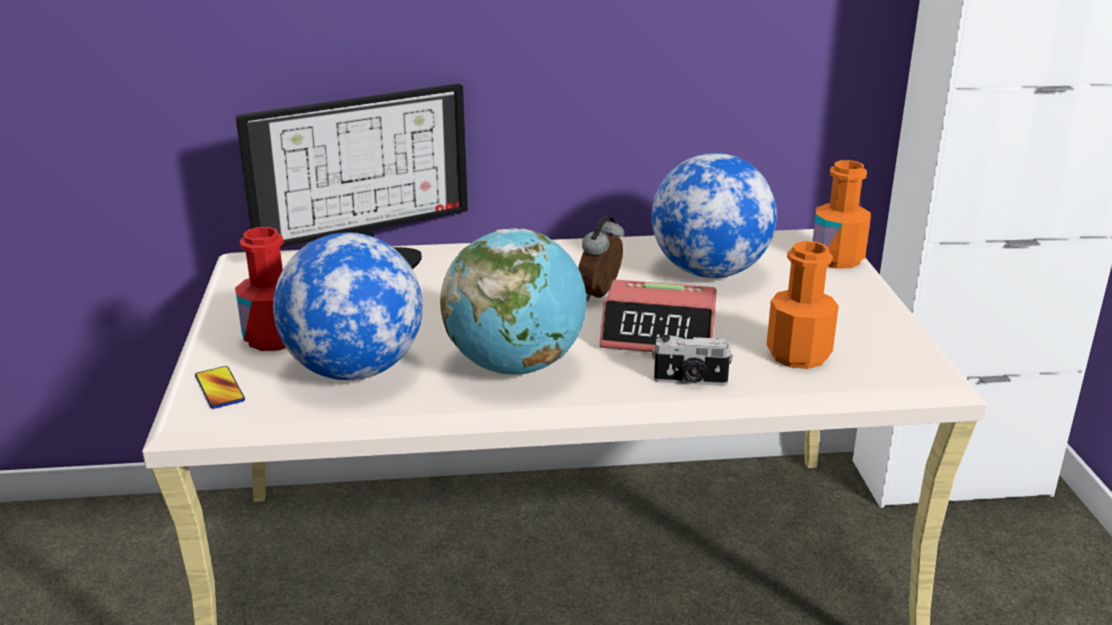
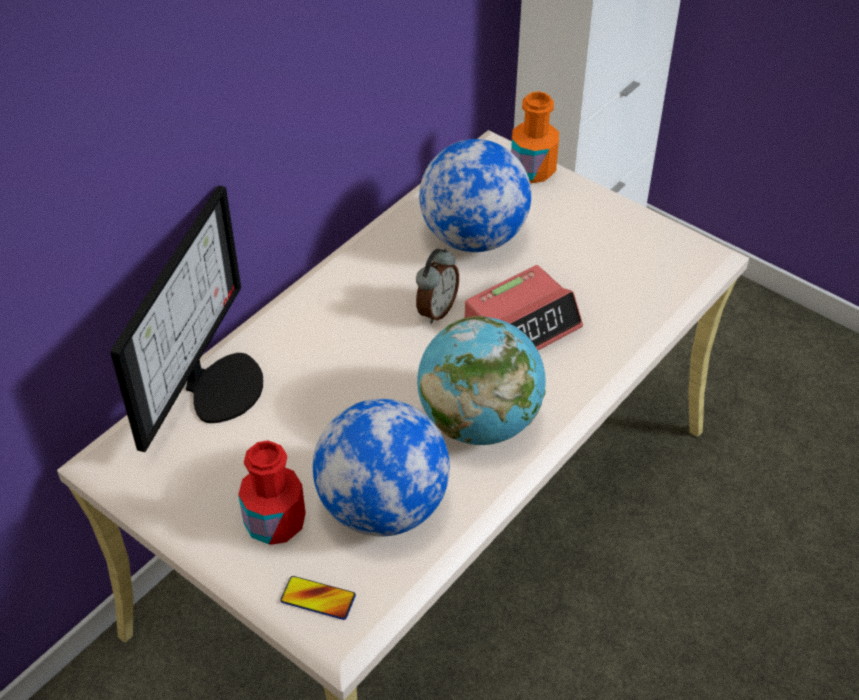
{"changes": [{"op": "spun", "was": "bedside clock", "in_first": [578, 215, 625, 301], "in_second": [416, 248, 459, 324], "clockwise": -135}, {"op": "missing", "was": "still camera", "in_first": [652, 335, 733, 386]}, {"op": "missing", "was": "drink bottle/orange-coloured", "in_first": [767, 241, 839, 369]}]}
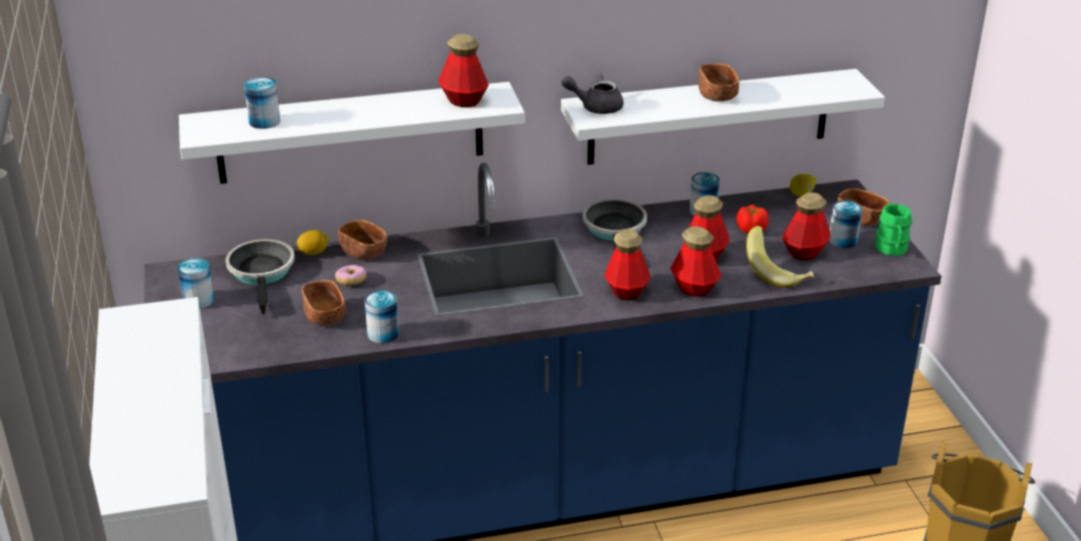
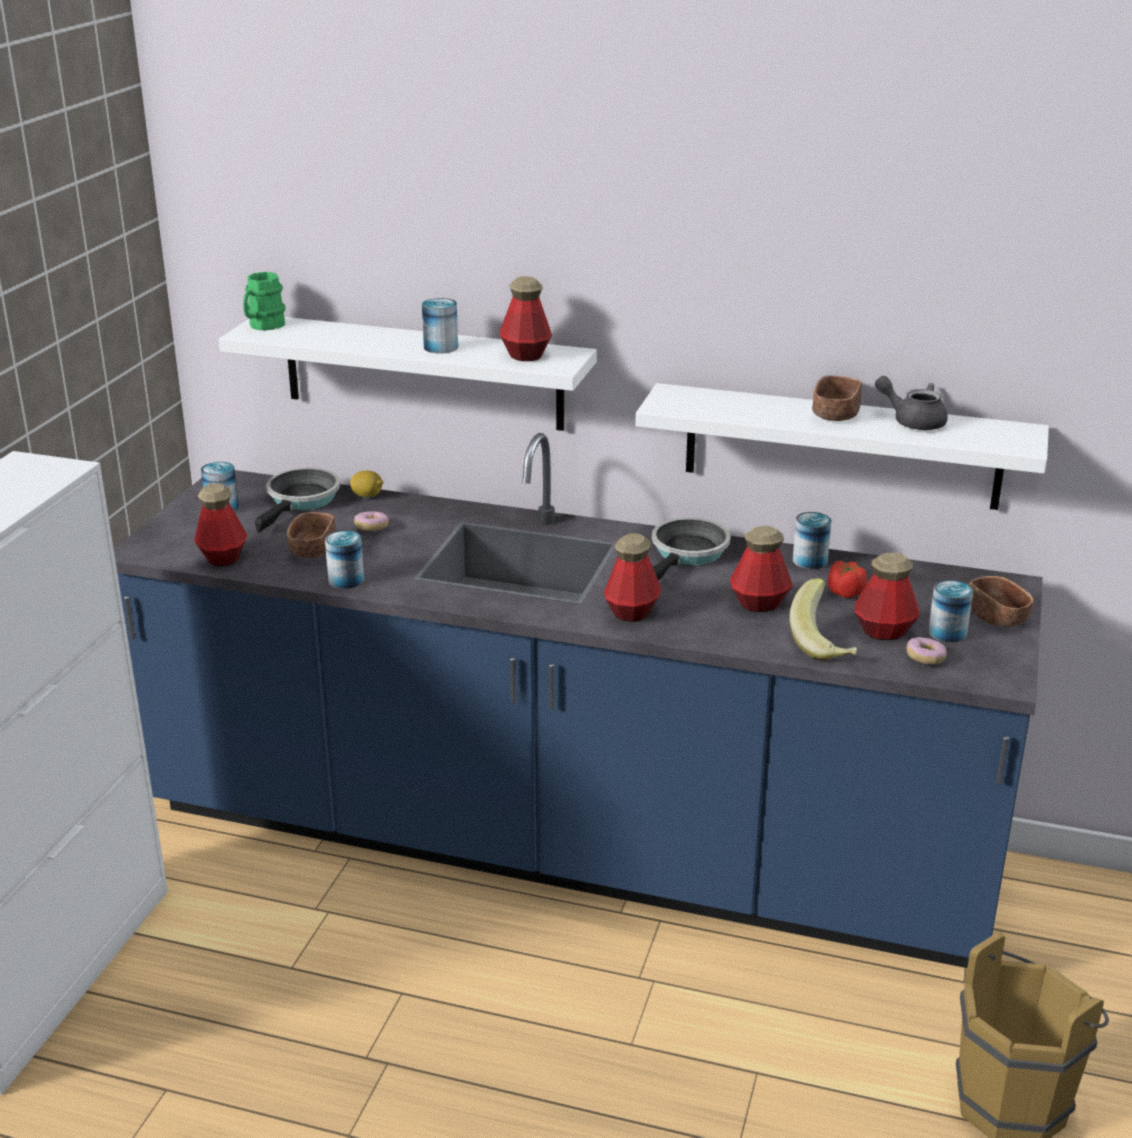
{"changes": [{"op": "relocated", "was": "sealed can", "in_first": [244, 77, 280, 129], "in_second": [422, 298, 458, 354]}, {"op": "missing", "was": "bowl/brown", "in_first": [338, 220, 388, 259]}, {"op": "relocated", "was": "tea pot/gray", "in_first": [561, 73, 623, 114], "in_second": [875, 376, 948, 430]}, {"op": "relocated", "was": "drink bottle", "in_first": [670, 226, 722, 297], "in_second": [194, 483, 247, 566]}, {"op": "missing", "was": "citrus fruit", "in_first": [790, 174, 816, 197]}, {"op": "relocated", "was": "tea mug/green-coloured", "in_first": [875, 204, 912, 256], "in_second": [243, 272, 286, 331]}, {"op": "appeared", "now": "ring doughnut", "in_second": [907, 637, 946, 664]}]}
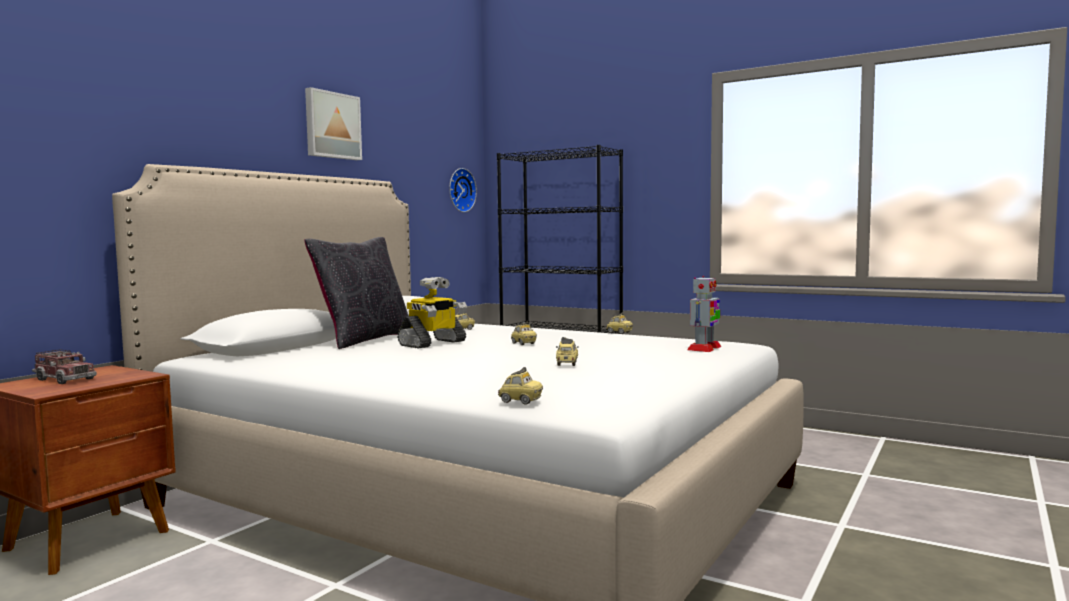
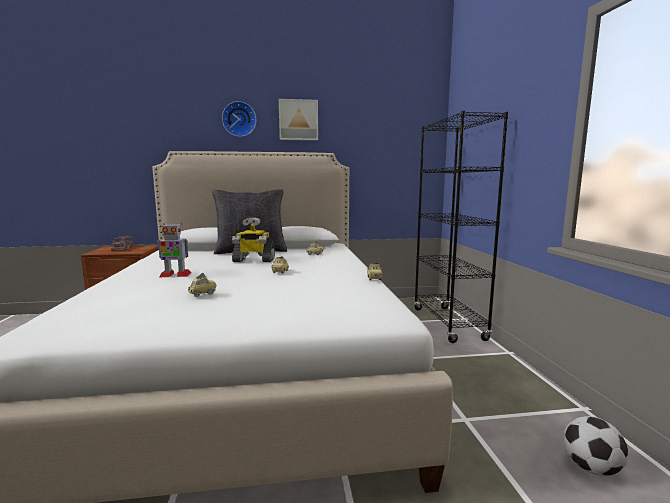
{"changes": [{"op": "relocated", "was": "clock on the wall", "in_first": [449, 168, 477, 212], "in_second": [222, 101, 256, 137]}, {"op": "missing", "was": "model car", "in_first": [498, 367, 543, 405]}, {"op": "relocated", "was": "toy robot", "in_first": [687, 276, 721, 352], "in_second": [157, 223, 192, 277]}, {"op": "appeared", "now": "football", "in_second": [564, 416, 628, 476]}]}
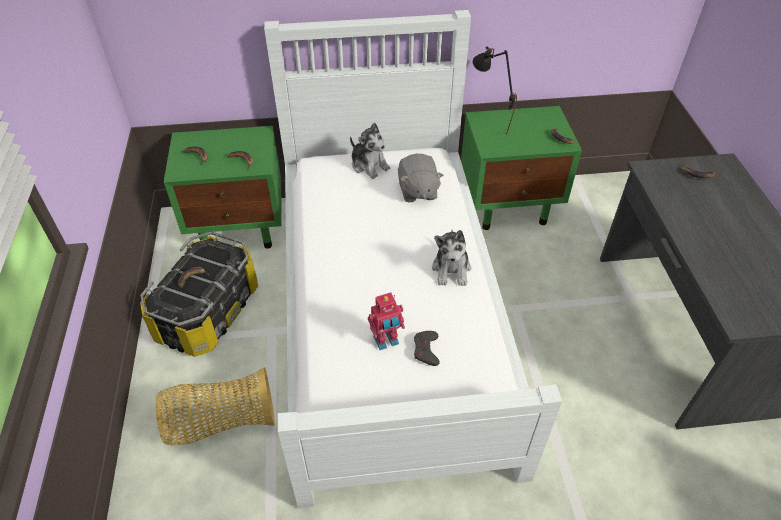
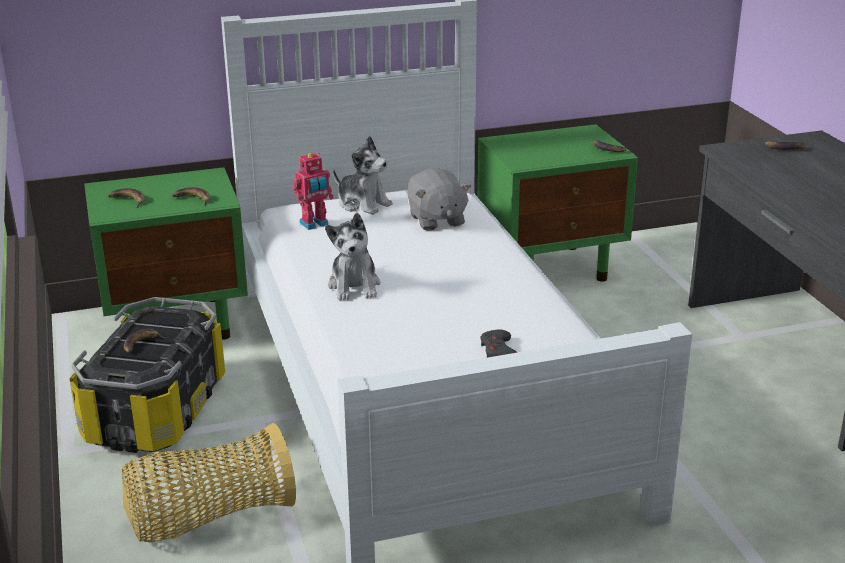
{"changes": [{"op": "relocated", "was": "toy robot", "in_first": [368, 292, 405, 350], "in_second": [292, 152, 334, 230]}, {"op": "relocated", "was": "cuddly toy", "in_first": [432, 230, 471, 286], "in_second": [325, 212, 381, 300]}, {"op": "missing", "was": "table lamp/black-coloured", "in_first": [473, 46, 517, 135]}]}
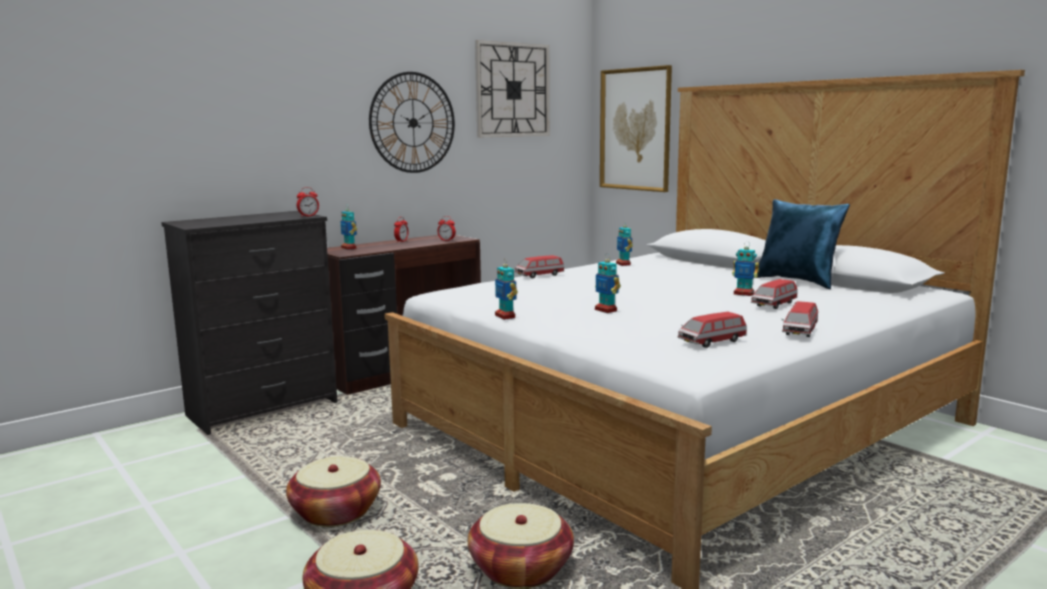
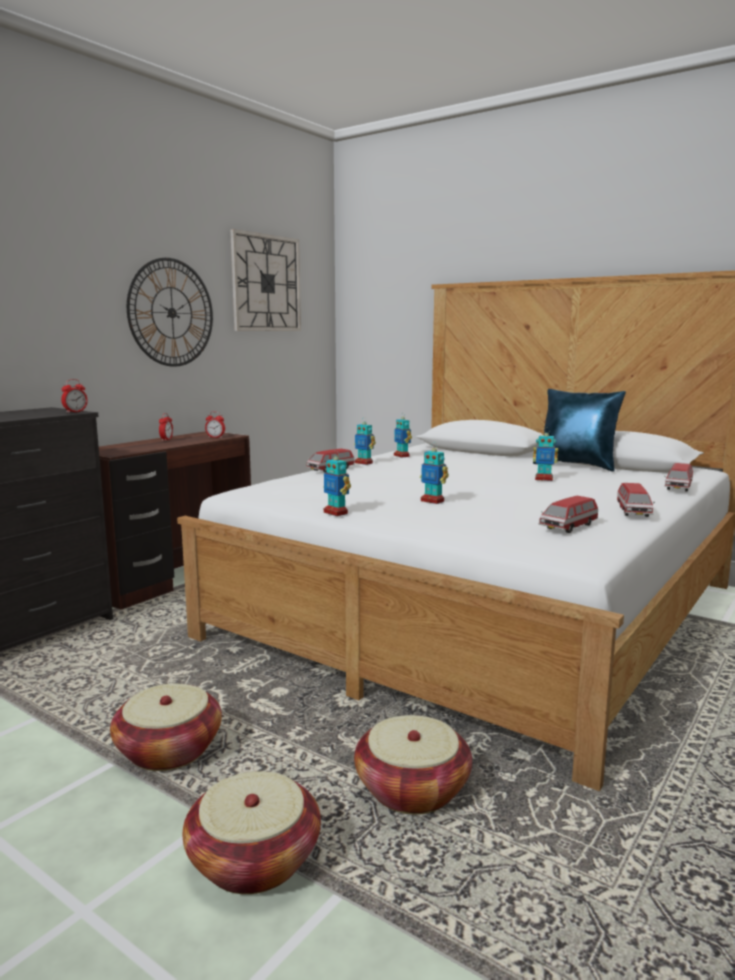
{"changes": [{"op": "relocated", "was": "toy robot", "in_first": [341, 205, 357, 250], "in_second": [354, 417, 376, 465]}, {"op": "missing", "was": "wall picture", "in_first": [600, 65, 672, 192]}, {"op": "relocated", "was": "model car", "in_first": [751, 279, 798, 309], "in_second": [664, 463, 693, 492]}]}
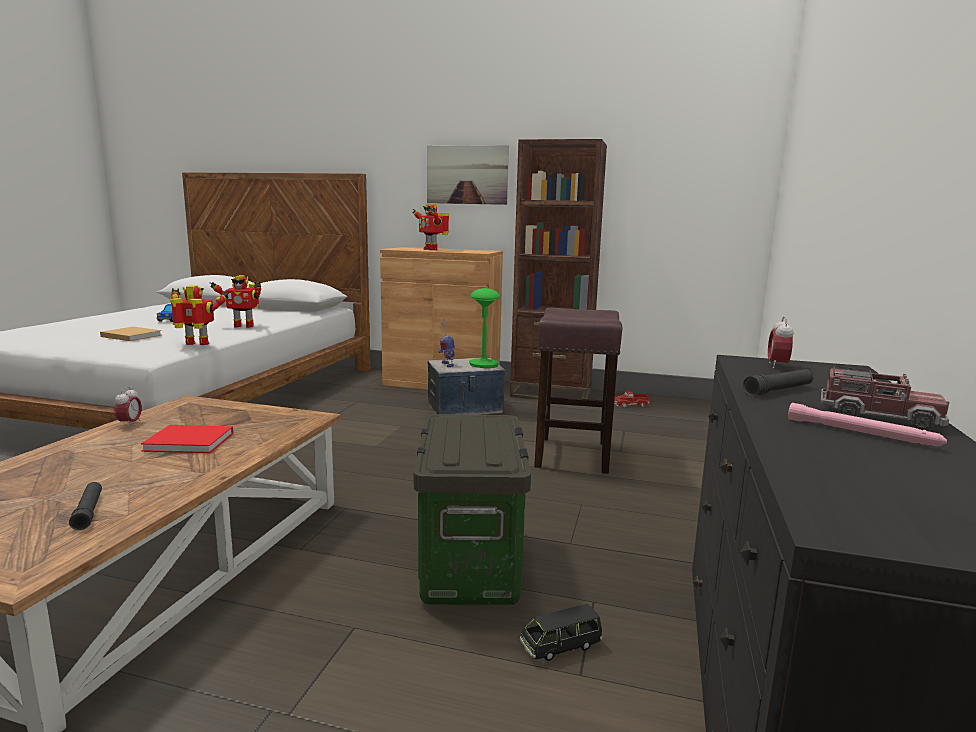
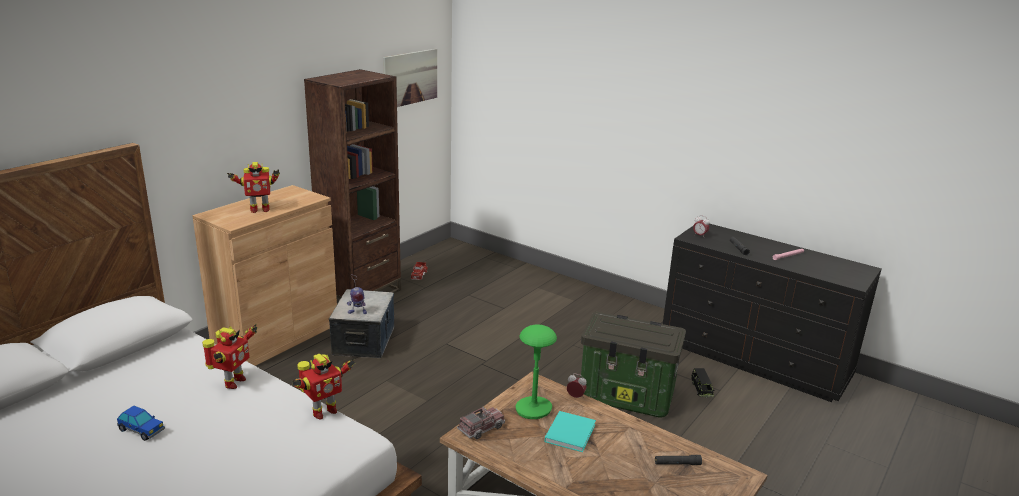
{"changes": [{"op": "missing", "was": "volume/sand-coloured", "in_first": [100, 327, 162, 341]}, {"op": "relocated", "was": "bedside clock", "in_first": [114, 387, 142, 427], "in_second": [567, 373, 587, 398]}, {"op": "colour", "was": "volume/red", "now": "volume/turquoise", "in_first": [141, 425, 233, 453], "in_second": [544, 411, 596, 452]}, {"op": "spun", "was": "toy robot", "in_first": [170, 285, 229, 345], "in_second": [292, 354, 355, 419], "clockwise": -150}, {"op": "relocated", "was": "wall picture", "in_first": [427, 145, 509, 205], "in_second": [383, 49, 437, 107]}, {"op": "relocated", "was": "table lamp/green-coloured", "in_first": [469, 288, 500, 368], "in_second": [516, 325, 557, 419]}, {"op": "missing", "was": "sitting stool/brown", "in_first": [534, 308, 622, 474]}, {"op": "relocated", "was": "toy truck", "in_first": [821, 366, 950, 431], "in_second": [457, 407, 505, 439]}]}
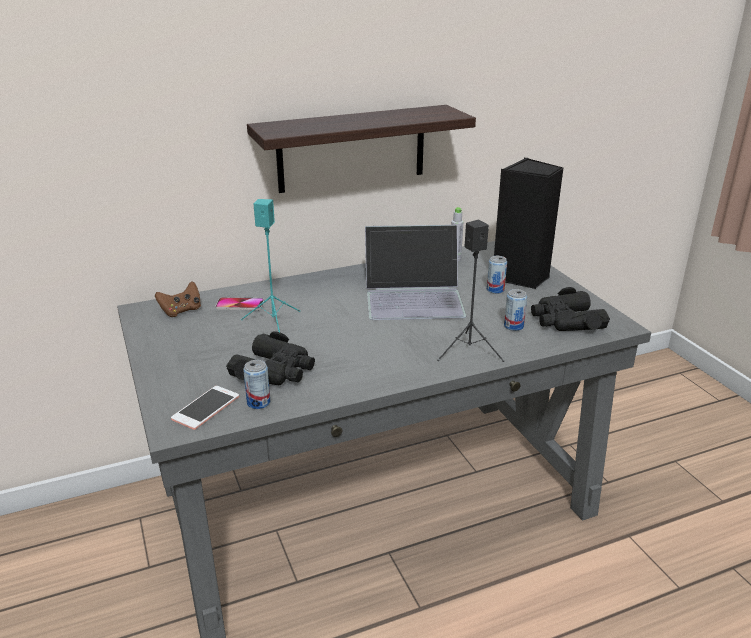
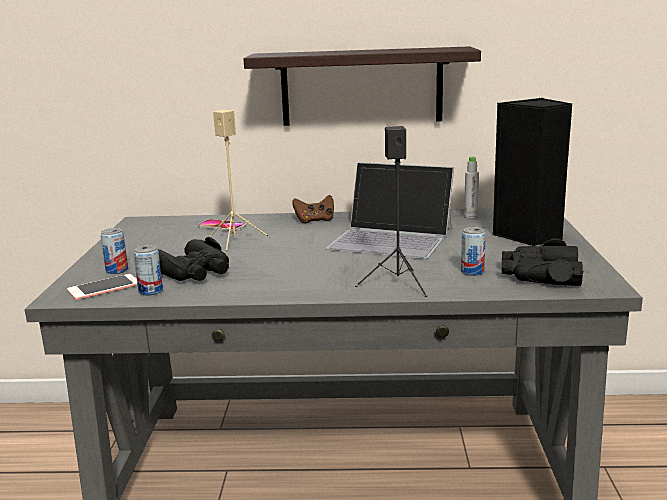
{"changes": [{"op": "relocated", "was": "game controller/brown", "in_first": [155, 281, 201, 317], "in_second": [292, 195, 334, 223]}, {"op": "colour", "was": "loudspeaker/turquoise", "now": "loudspeaker/sand-coloured", "in_first": [241, 199, 300, 332], "in_second": [210, 110, 269, 253]}, {"op": "relocated", "was": "sealed can", "in_first": [487, 256, 507, 294], "in_second": [100, 228, 128, 274]}]}
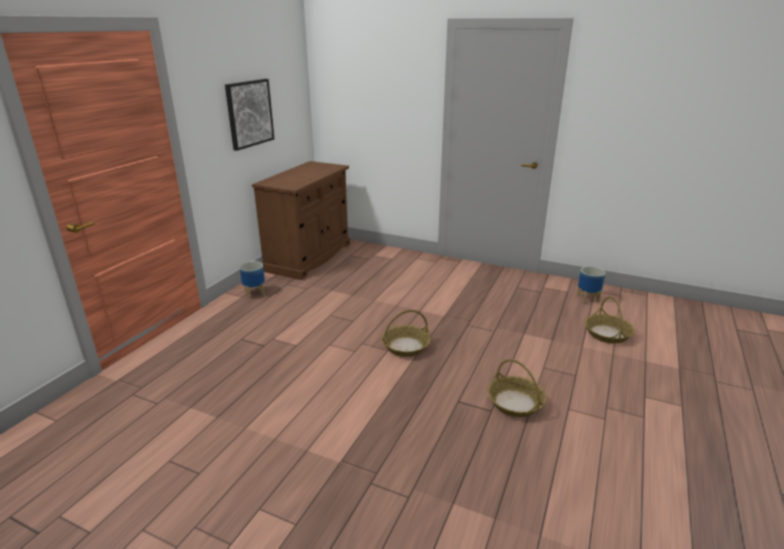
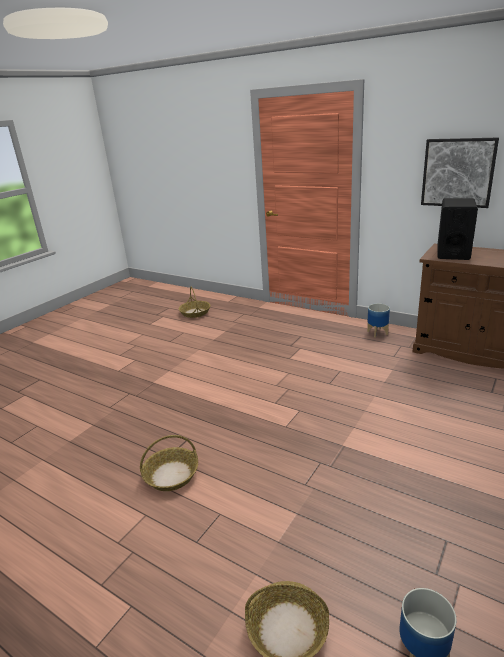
{"changes": [{"op": "relocated", "was": "storage basket", "in_first": [382, 310, 430, 357], "in_second": [179, 287, 210, 318]}, {"op": "appeared", "now": "loudspeaker/black-coloured", "in_second": [437, 198, 478, 260]}]}
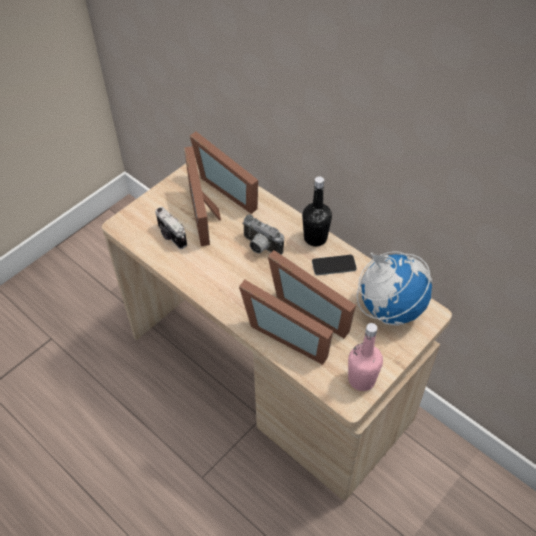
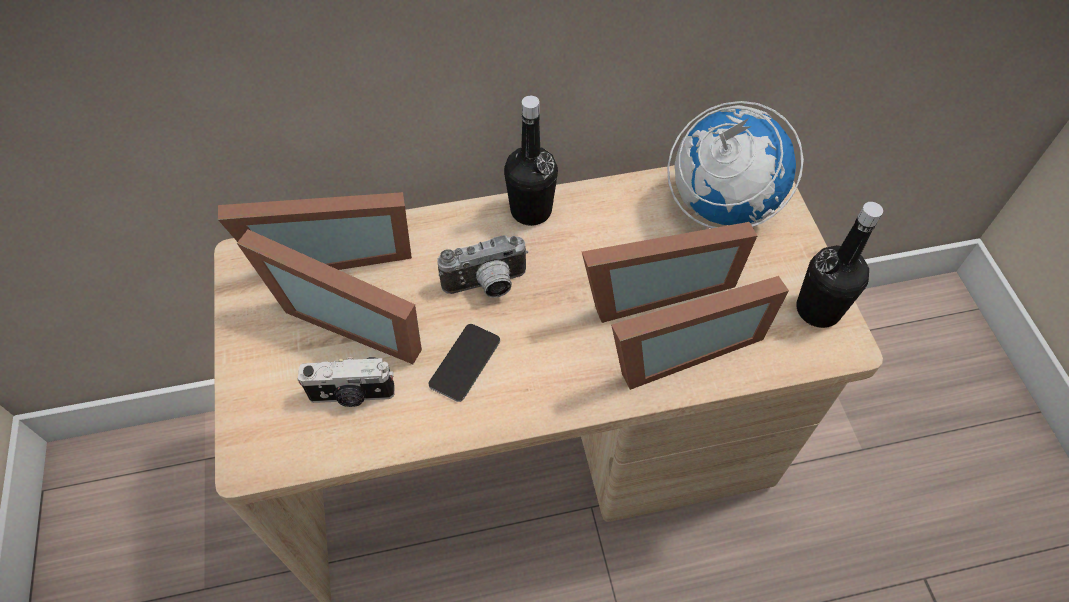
{"changes": [{"op": "relocated", "was": "phone", "in_first": [312, 255, 357, 275], "in_second": [428, 324, 500, 402]}, {"op": "colour", "was": "drink bottle/pink-coloured", "now": "drink bottle/black-coloured", "in_first": [348, 323, 383, 391], "in_second": [796, 202, 883, 328]}]}
